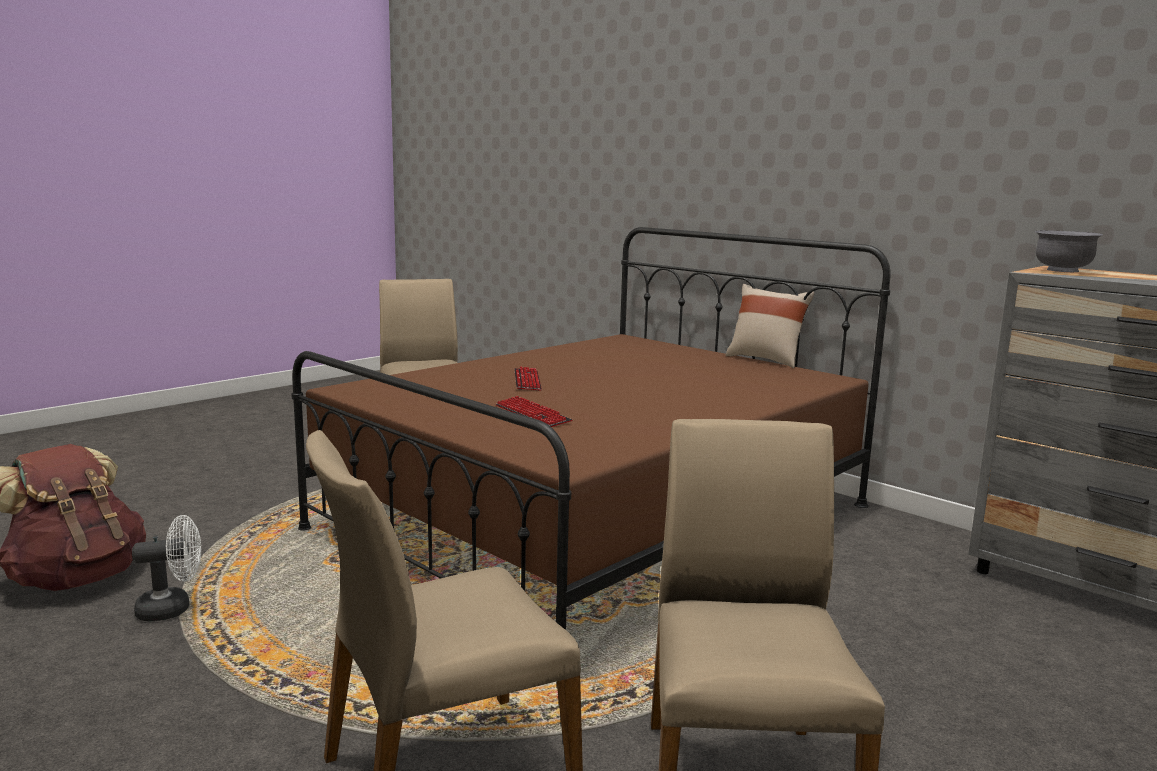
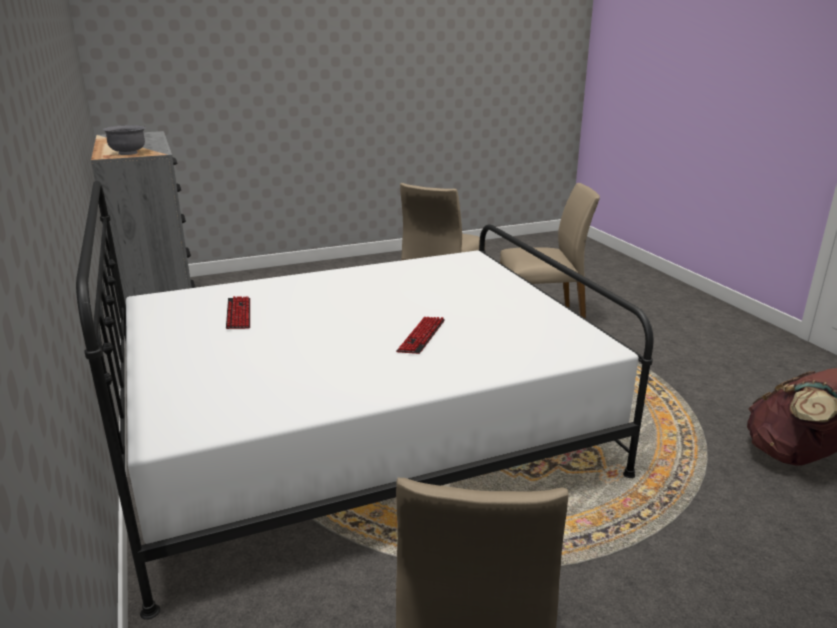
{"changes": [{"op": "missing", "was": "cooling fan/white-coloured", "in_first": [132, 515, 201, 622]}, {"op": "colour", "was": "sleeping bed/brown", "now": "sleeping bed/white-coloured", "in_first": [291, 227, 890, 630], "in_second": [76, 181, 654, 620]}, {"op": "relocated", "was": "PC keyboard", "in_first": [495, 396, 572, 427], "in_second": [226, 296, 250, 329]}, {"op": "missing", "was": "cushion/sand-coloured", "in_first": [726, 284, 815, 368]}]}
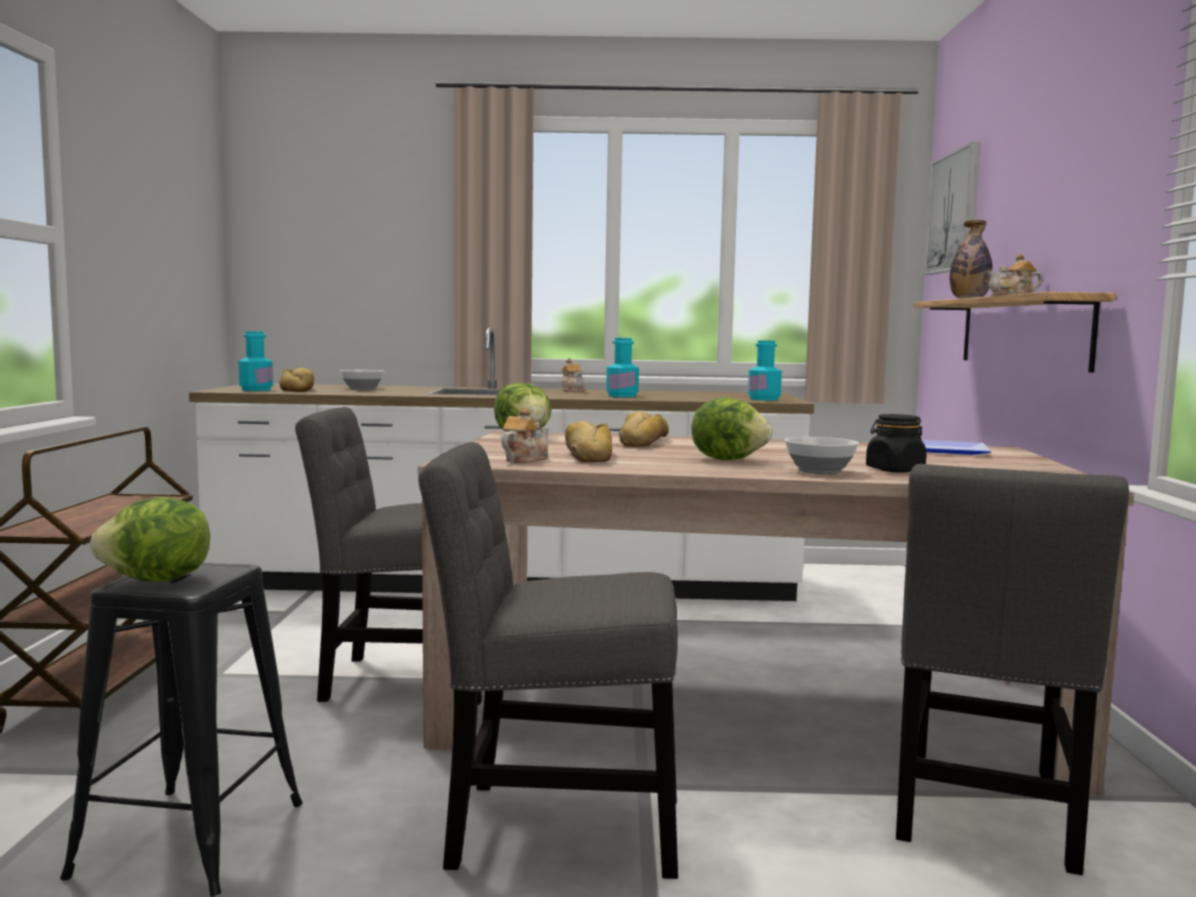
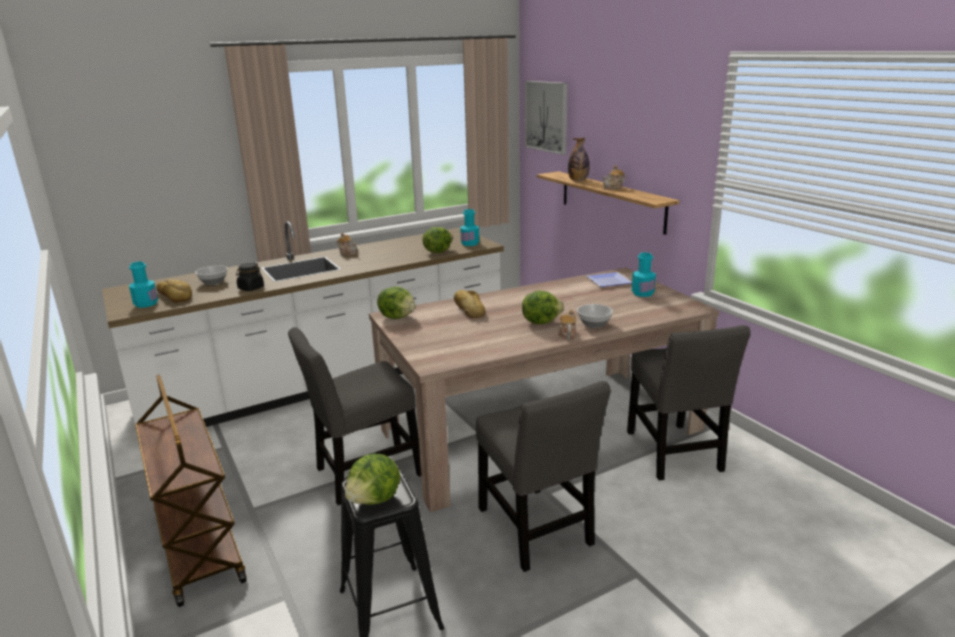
{"changes": [{"op": "spun", "was": "upright chair/gray", "in_first": [419, 442, 678, 879], "in_second": [476, 381, 611, 572], "clockwise": -90}, {"op": "relocated", "was": "tea pot", "in_first": [501, 408, 549, 463], "in_second": [558, 310, 576, 339]}, {"op": "missing", "was": "bread", "in_first": [565, 421, 612, 462]}, {"op": "relocated", "was": "drink bottle/turquoise", "in_first": [606, 338, 639, 397], "in_second": [632, 252, 656, 297]}, {"op": "relocated", "was": "jar/black-coloured", "in_first": [866, 414, 927, 473], "in_second": [236, 263, 264, 291]}, {"op": "appeared", "now": "head of lettuce", "in_second": [422, 227, 453, 253]}]}
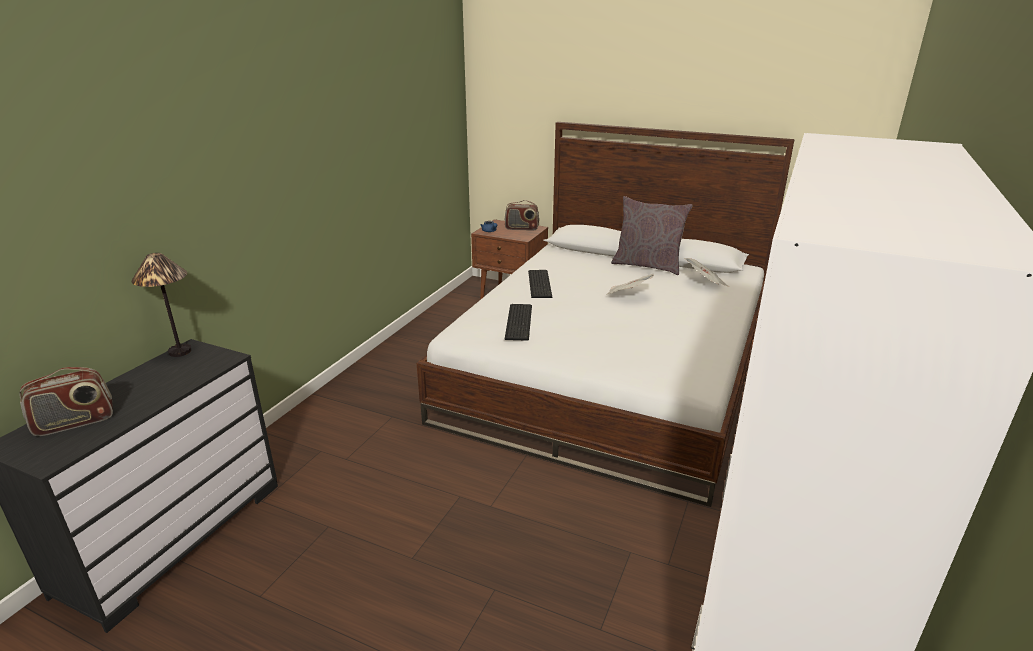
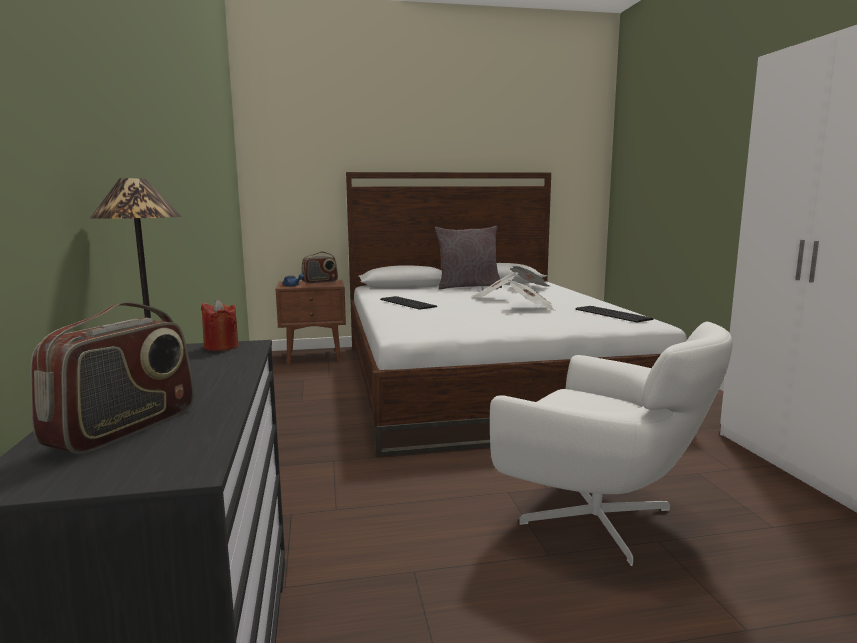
{"changes": [{"op": "relocated", "was": "PC keyboard", "in_first": [505, 304, 532, 341], "in_second": [575, 306, 653, 323]}, {"op": "appeared", "now": "wax light/red", "in_second": [201, 299, 239, 351]}, {"op": "appeared", "now": "armchair/white-coloured", "in_second": [490, 322, 733, 566]}, {"op": "appeared", "now": "printed paper", "in_second": [507, 279, 555, 311]}]}
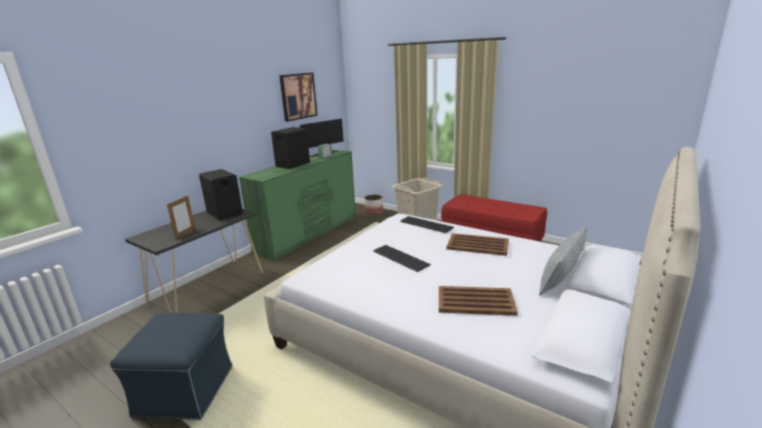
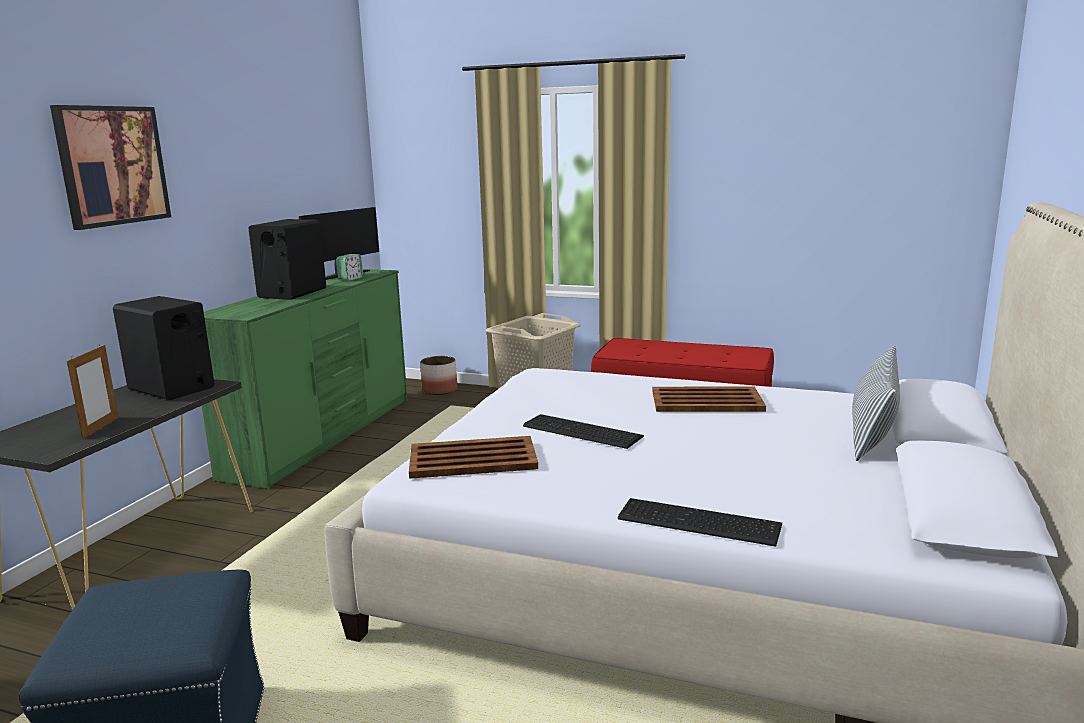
{"changes": [{"op": "relocated", "was": "wall picture", "in_first": [279, 72, 318, 122], "in_second": [50, 105, 171, 230]}, {"op": "relocated", "was": "PC keyboard", "in_first": [400, 216, 454, 233], "in_second": [618, 498, 782, 547]}, {"op": "relocated", "was": "carrying tray/brown", "in_first": [439, 286, 518, 316], "in_second": [409, 436, 538, 479]}]}
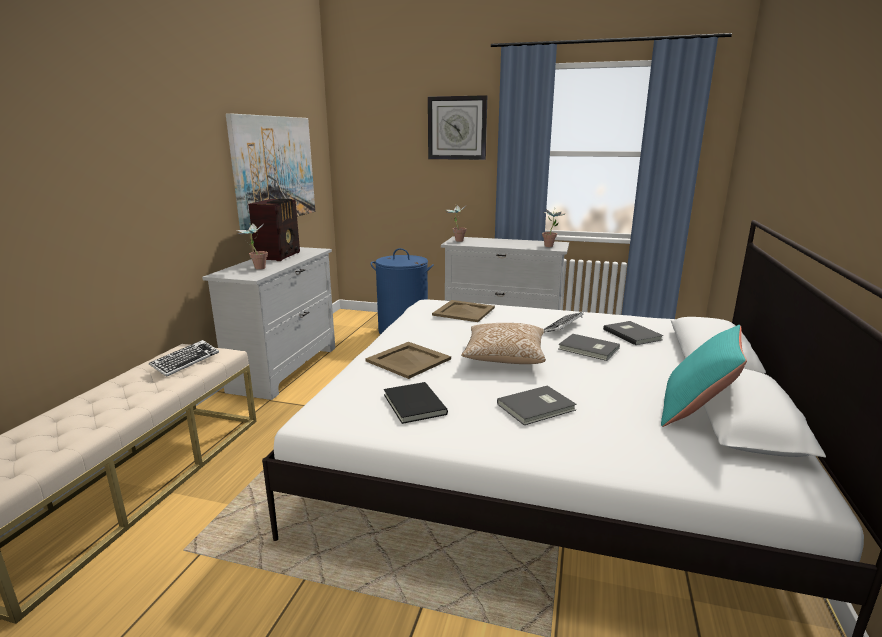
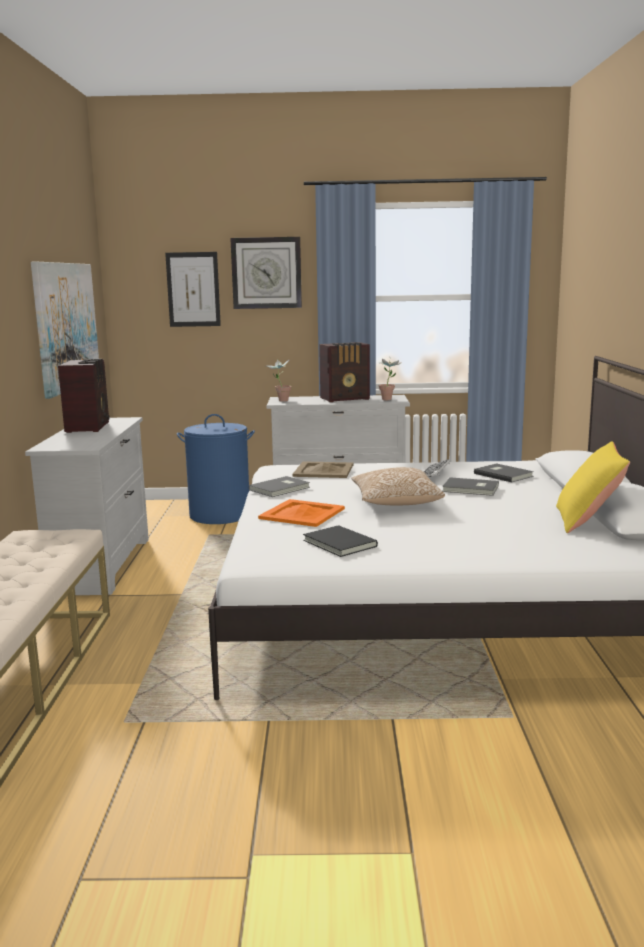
{"changes": [{"op": "missing", "was": "PC keyboard", "in_first": [149, 340, 219, 377]}, {"op": "missing", "was": "houseplant", "in_first": [236, 223, 268, 270]}, {"op": "colour", "was": "carrying tray/sand-coloured", "now": "carrying tray/orange-coloured", "in_first": [365, 342, 451, 379], "in_second": [258, 499, 345, 527]}, {"op": "relocated", "was": "volume/gray", "in_first": [497, 386, 577, 425], "in_second": [249, 476, 310, 497]}, {"op": "colour", "was": "cushion/turquoise", "now": "cushion/yellow", "in_first": [661, 325, 747, 427], "in_second": [556, 441, 630, 533]}, {"op": "appeared", "now": "wall picture", "in_second": [165, 252, 221, 327]}, {"op": "appeared", "now": "radio", "in_second": [319, 342, 370, 402]}]}
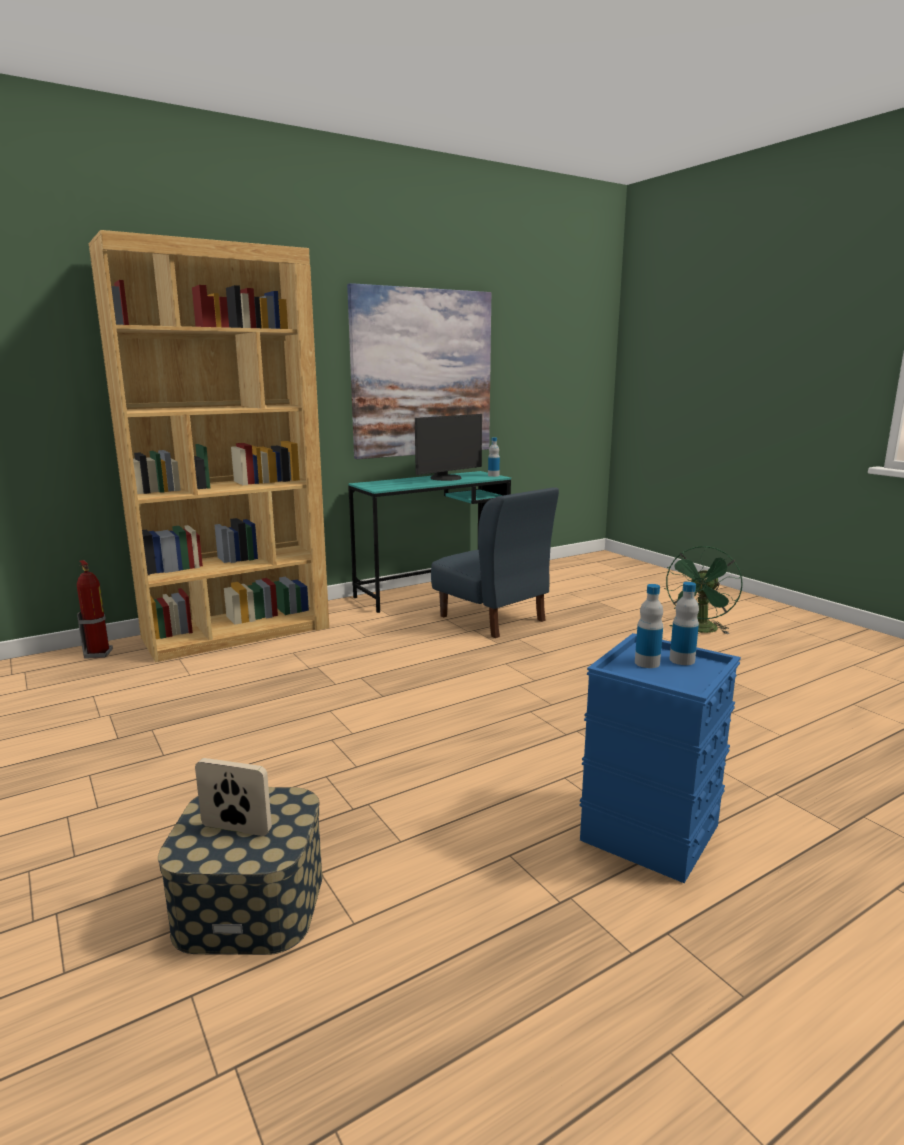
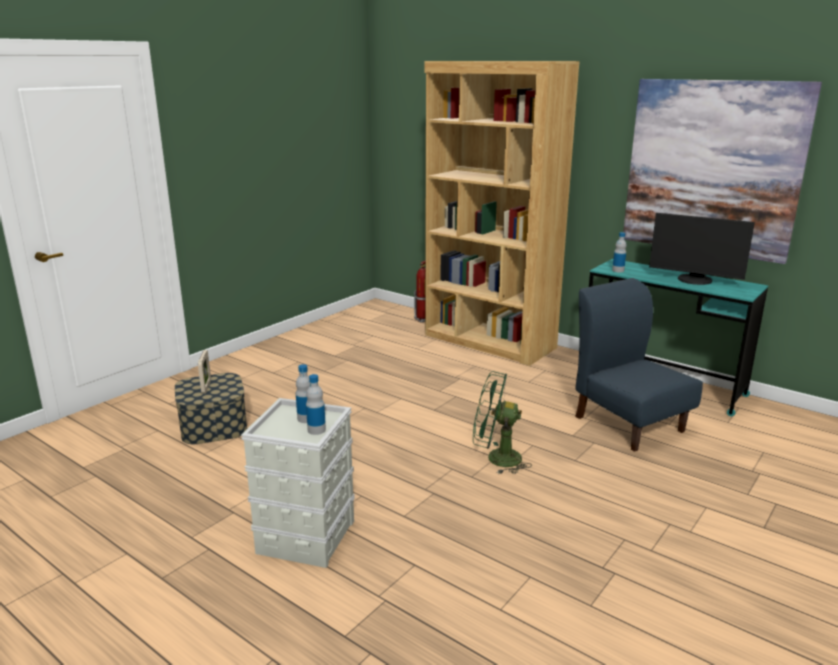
{"changes": [{"op": "spun", "was": "upright chair/blue", "in_first": [431, 487, 559, 638], "in_second": [575, 278, 703, 452], "clockwise": 120}, {"op": "relocated", "was": "drink bottle", "in_first": [488, 437, 500, 477], "in_second": [612, 232, 627, 272]}, {"op": "colour", "was": "storage container/blue", "now": "storage container/gray", "in_first": [579, 633, 741, 883], "in_second": [241, 398, 355, 568]}, {"op": "relocated", "was": "cooling fan/green-coloured", "in_first": [664, 546, 743, 634], "in_second": [473, 371, 532, 474]}]}
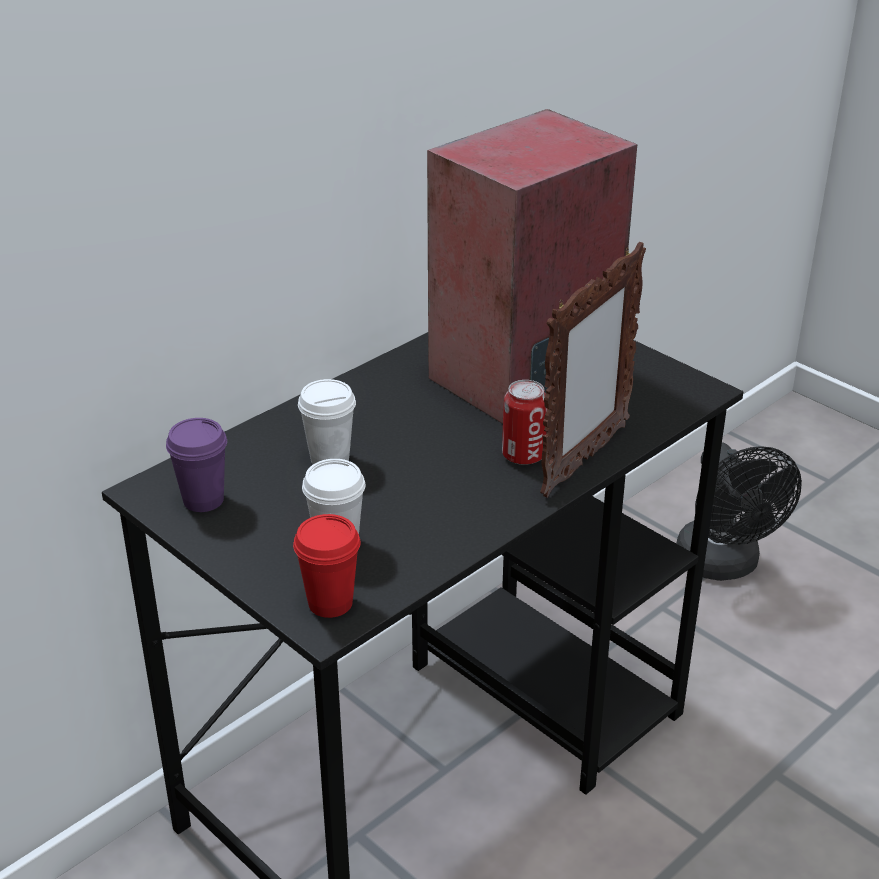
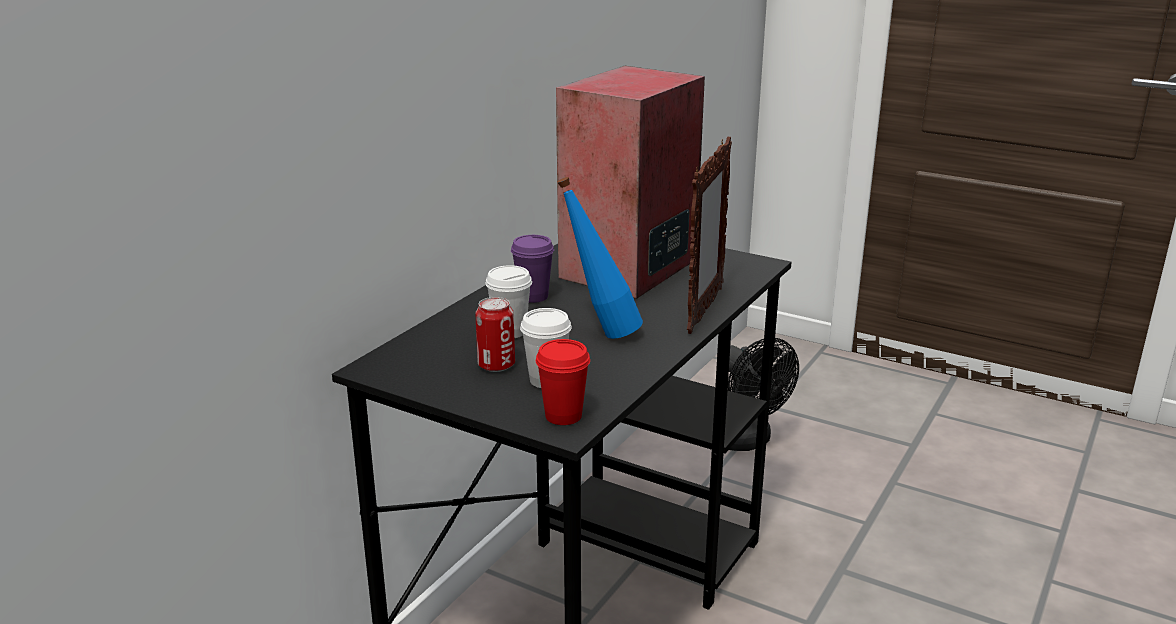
{"changes": [{"op": "relocated", "was": "cup/purple-coloured", "in_first": [166, 418, 227, 512], "in_second": [511, 235, 554, 303]}, {"op": "relocated", "was": "sealed can", "in_first": [502, 380, 548, 465], "in_second": [476, 297, 515, 372]}, {"op": "appeared", "now": "drink bottle/blue", "in_second": [557, 177, 643, 339]}]}
